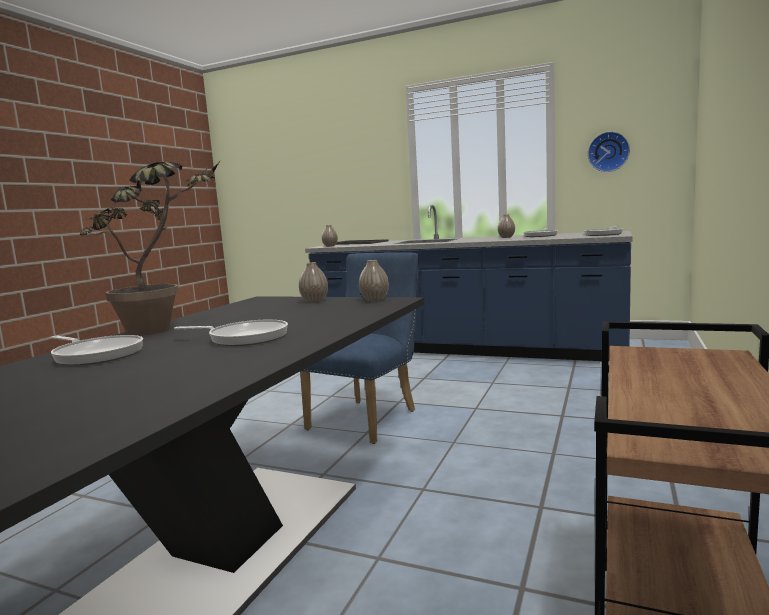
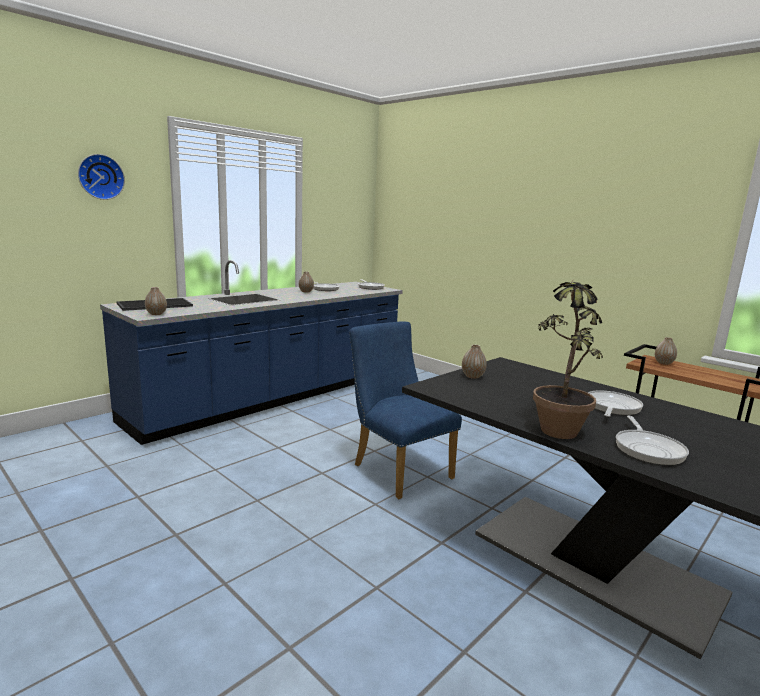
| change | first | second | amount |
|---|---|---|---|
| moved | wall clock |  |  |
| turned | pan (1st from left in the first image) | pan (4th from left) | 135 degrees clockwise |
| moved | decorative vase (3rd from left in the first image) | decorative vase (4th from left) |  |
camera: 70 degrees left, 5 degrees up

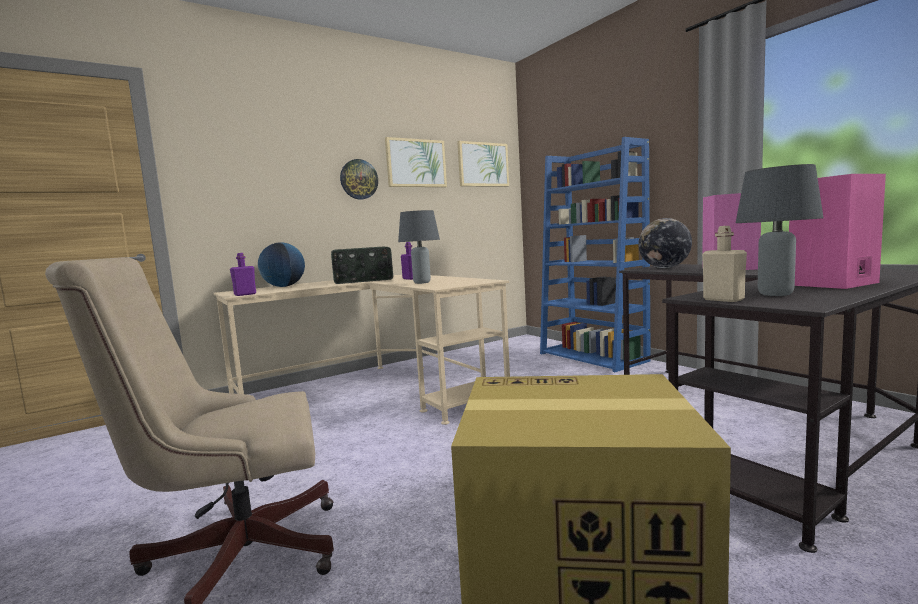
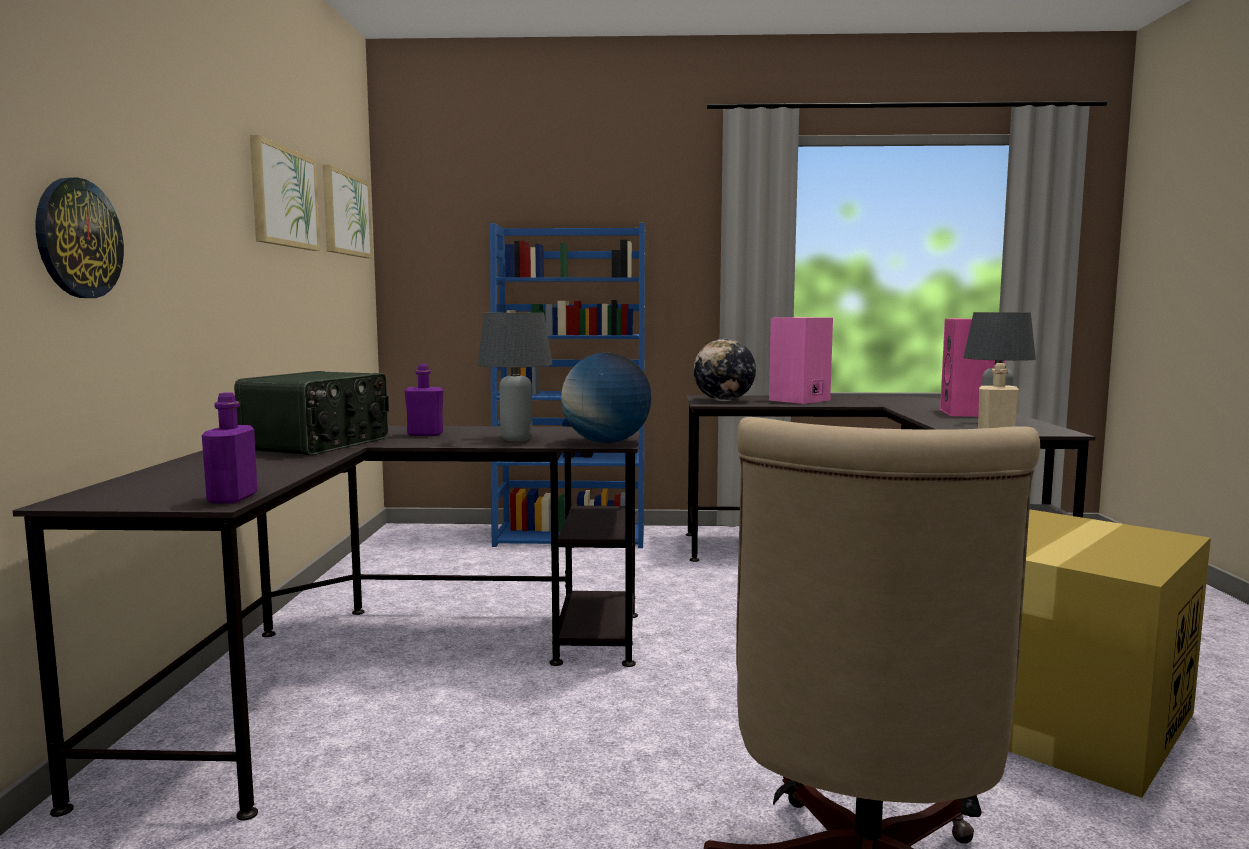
| change | first | second | amount |
|---|---|---|---|
| recoloured | beige-coloured desk | black-coloured desk (1st from left) |  |
| moved | wall clock |  |  |
| moved | world globe (1st from left) |  |  |
camera: 55 degrees left, 0 degrees up

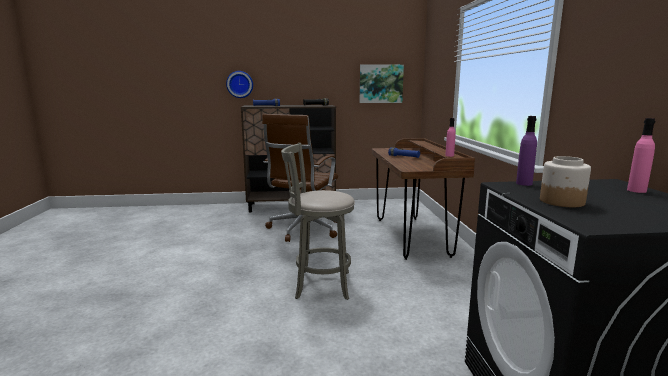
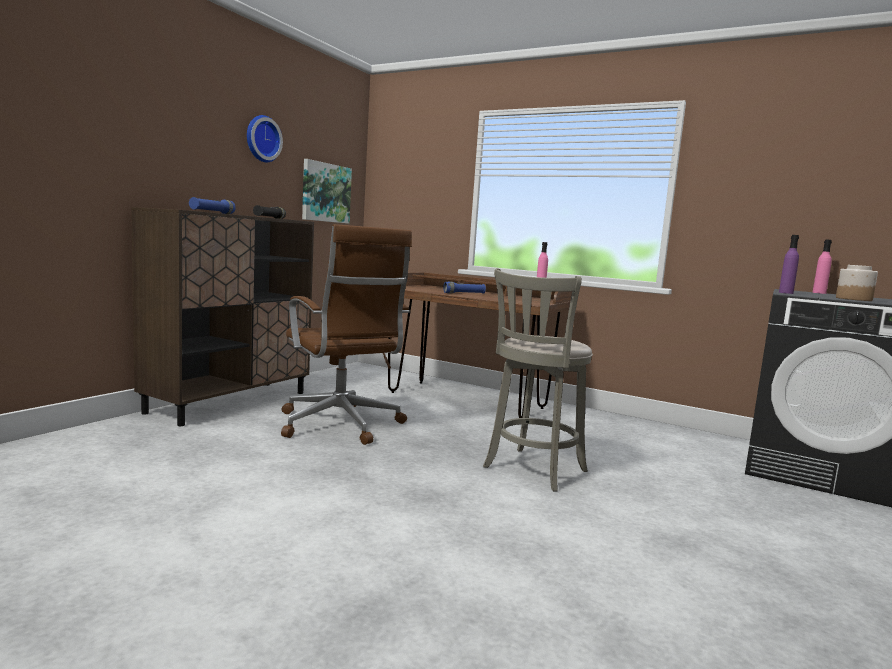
| change | first | second | amount |
|---|---|---|---|
| moved | wall clock |  |  |
camera: 55 degrees left, 5 degrees down

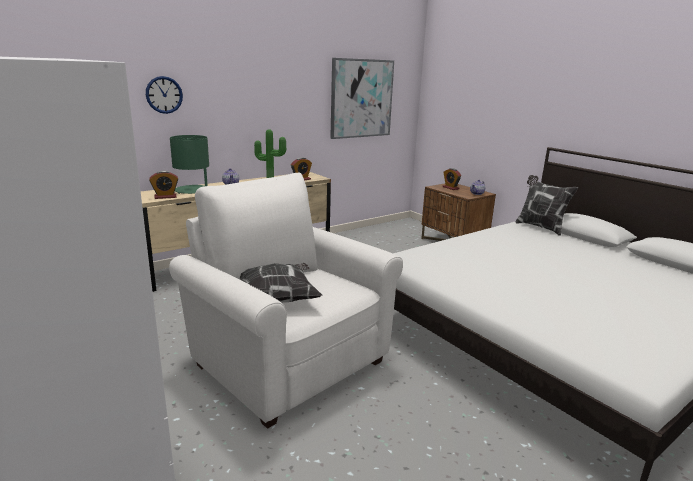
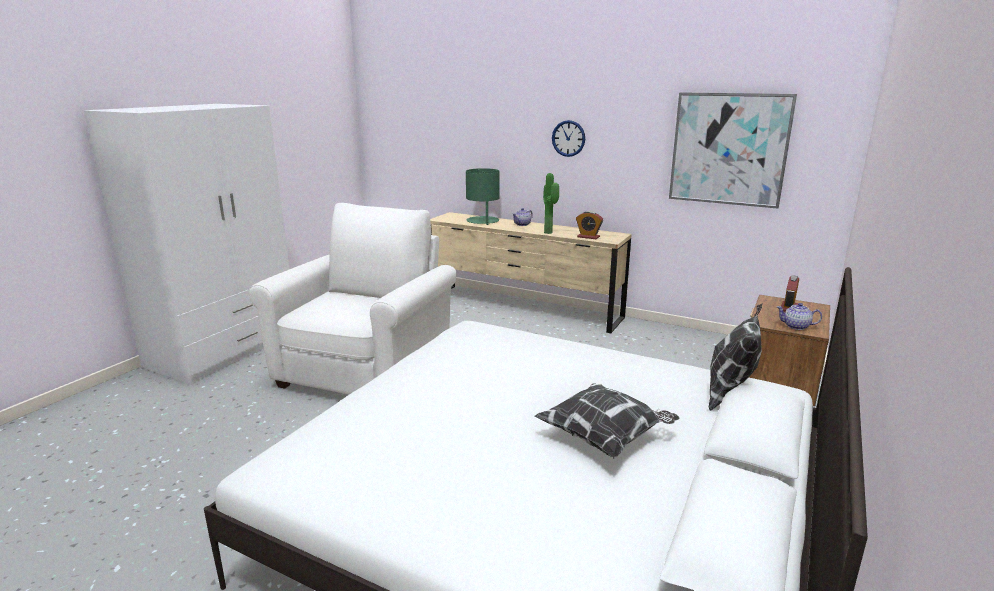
| change | first | second | amount |
|---|---|---|---|
| moved | pillow (1st from left) |  |  |
| moved | wall clock |  |  |
| removed | table clock (1st from left) |  |  |
camera: 65 degrees right, 0 degrees up

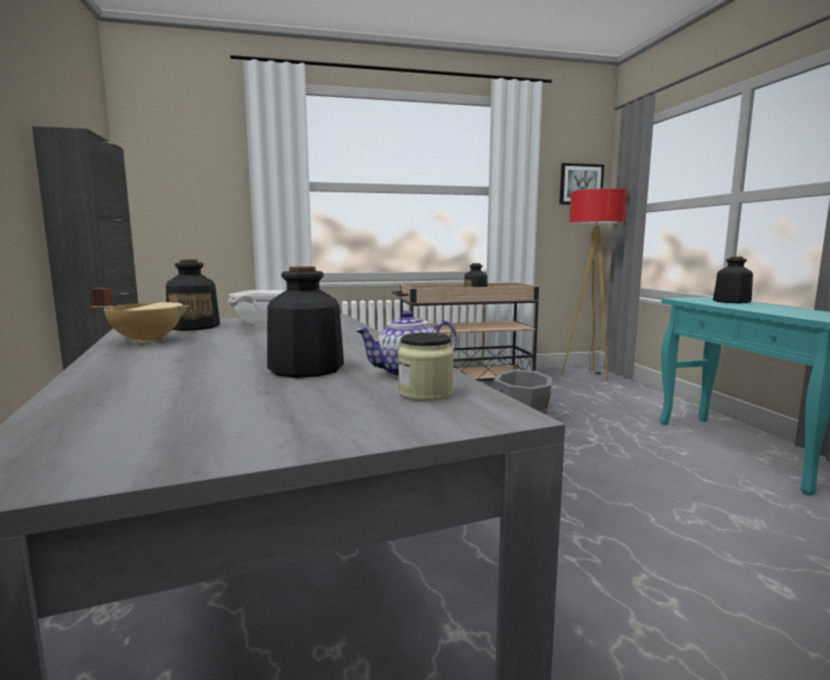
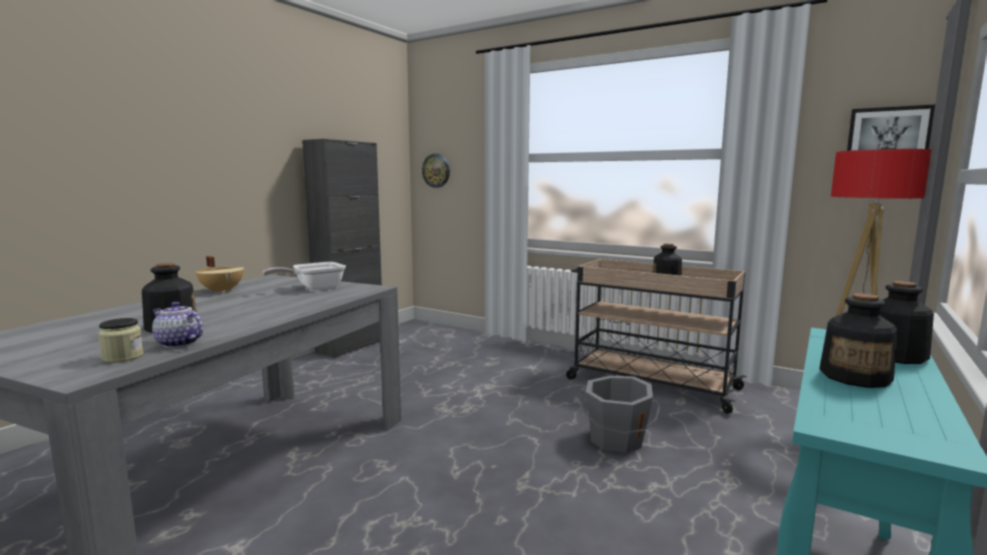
| change | first | second | amount |
|---|---|---|---|
| added |  | wall clock |  |
| moved | drink bottle (1st from left in the first image) | drink bottle (3rd from left) |  |
camera: 45 degrees right, 0 degrees up

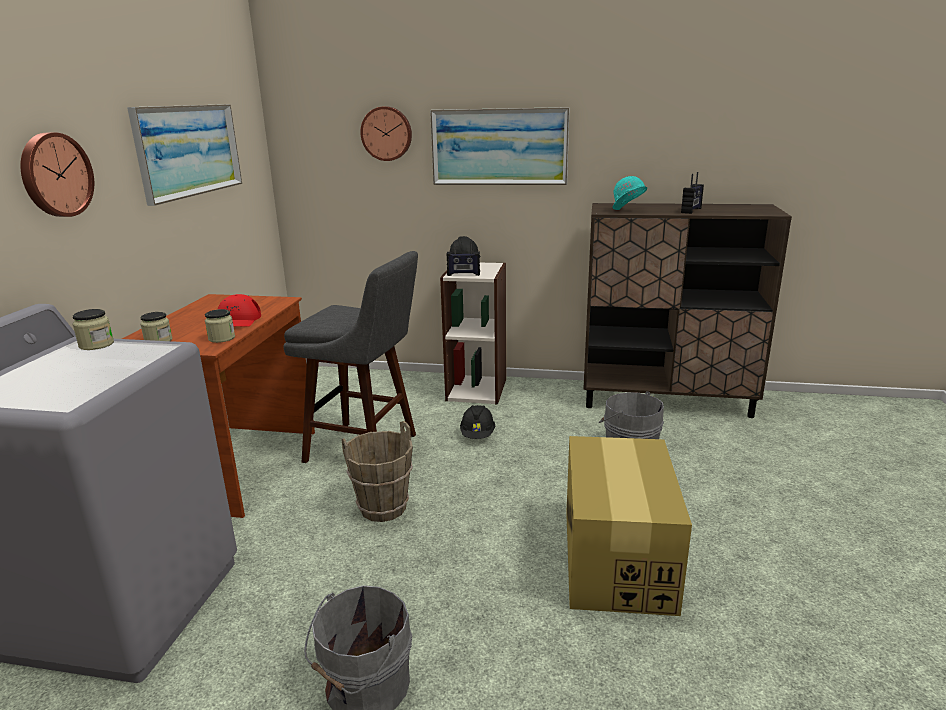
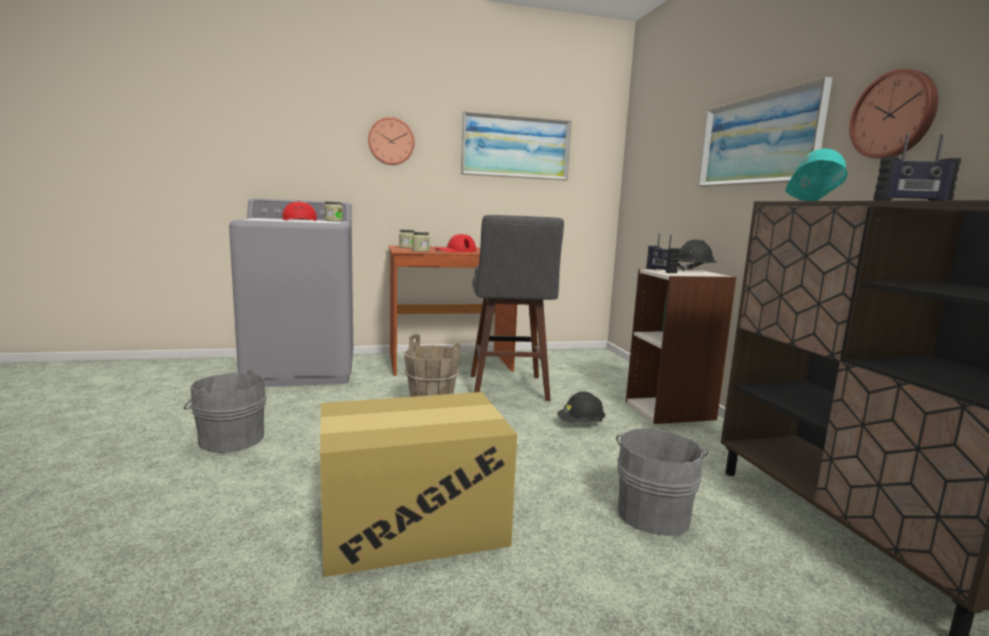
| change | first | second | amount |
|---|---|---|---|
| added |  | red cap (1st from left) |  |
| moved | wall clock (2nd from left) |  |  |
camera: 65 degrees right, 10 degrees down

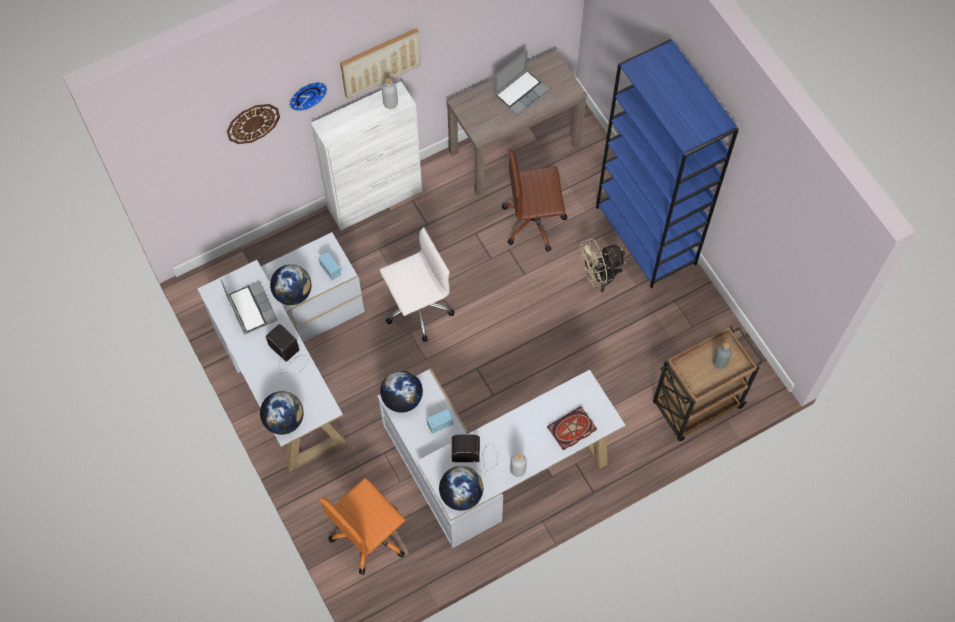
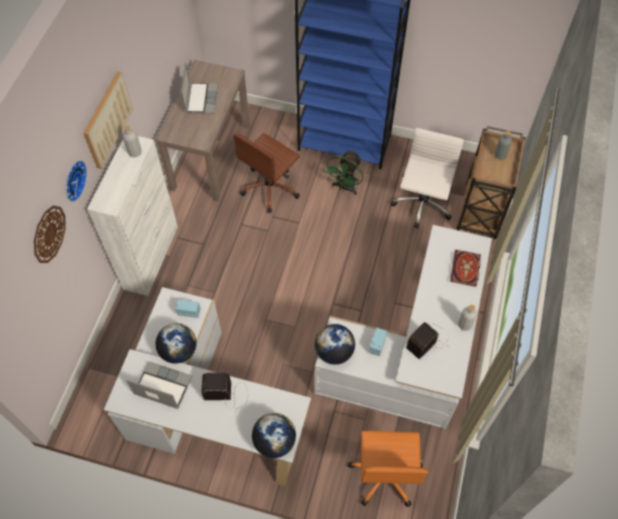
| change | first | second | amount |
|---|---|---|---|
| recoloured | beige-coloured fan | green fan |  |
| moved | white office chair |  |  |
| removed | world globe (4th from left) |  |  |
camera: 45 degrees left, 5 degrees down

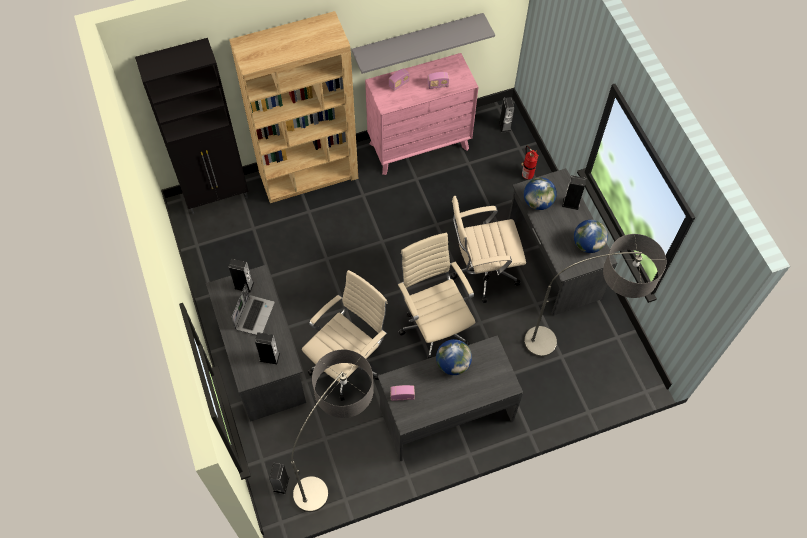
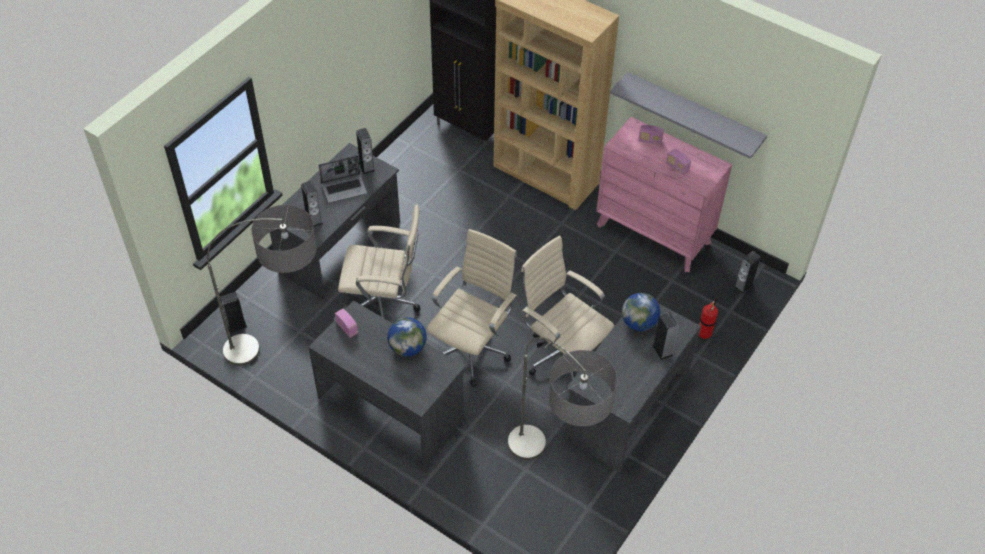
| change | first | second | amount |
|---|---|---|---|
| removed | world globe (3rd from left) |  |  |
camera: 55 degrees right, 10 degrees down

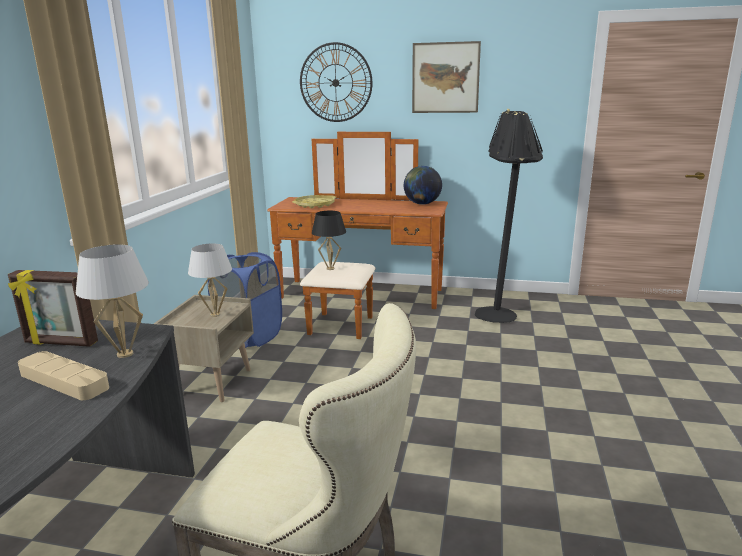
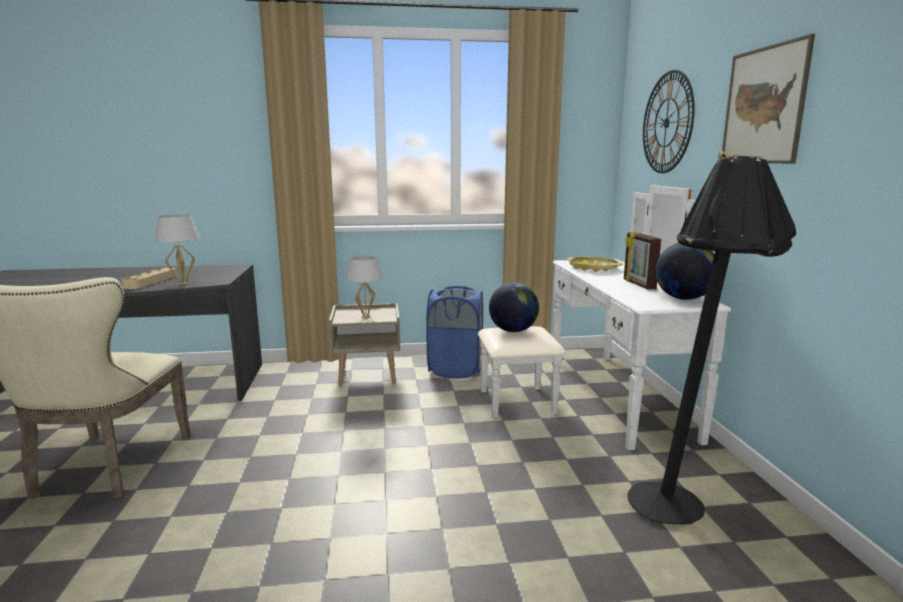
| change | first | second | amount |
|---|---|---|---|
| recoloured | brown-coloured drawer chest | white drawer chest |  |
| replaced | black-coloured table lamp | world globe (1st from left) |  |
| moved | photo frame |  |  |
camera: 70 degrees right, 5 degrees down

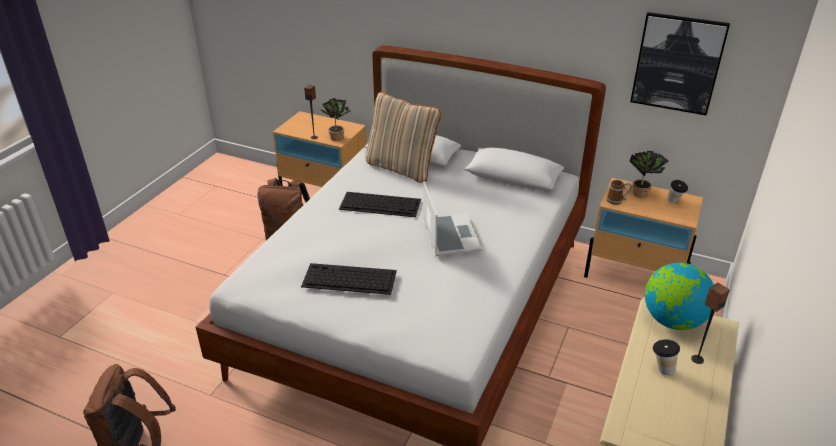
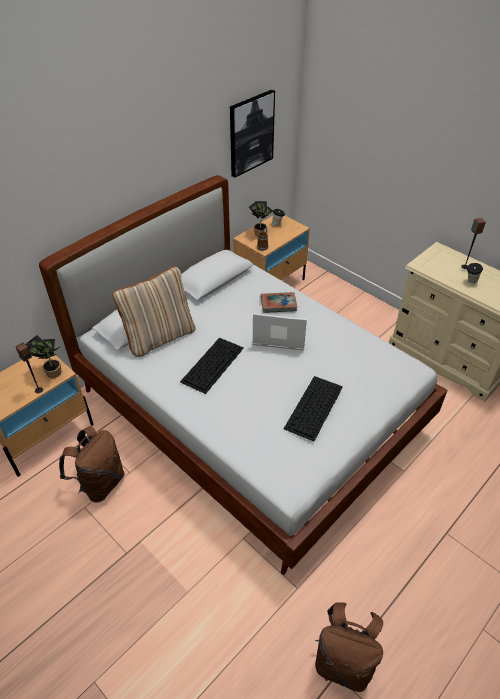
| change | first | second | amount |
|---|---|---|---|
| added |  | book |  |
| removed | world globe |  |  |
camera: 70 degrees left, 10 degrees up

